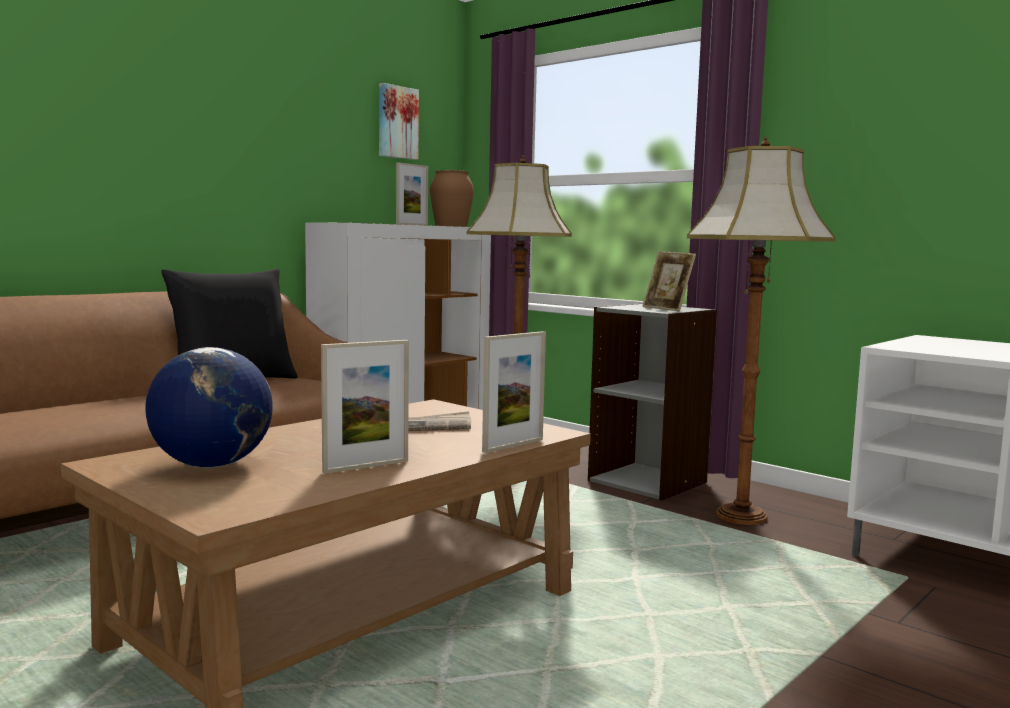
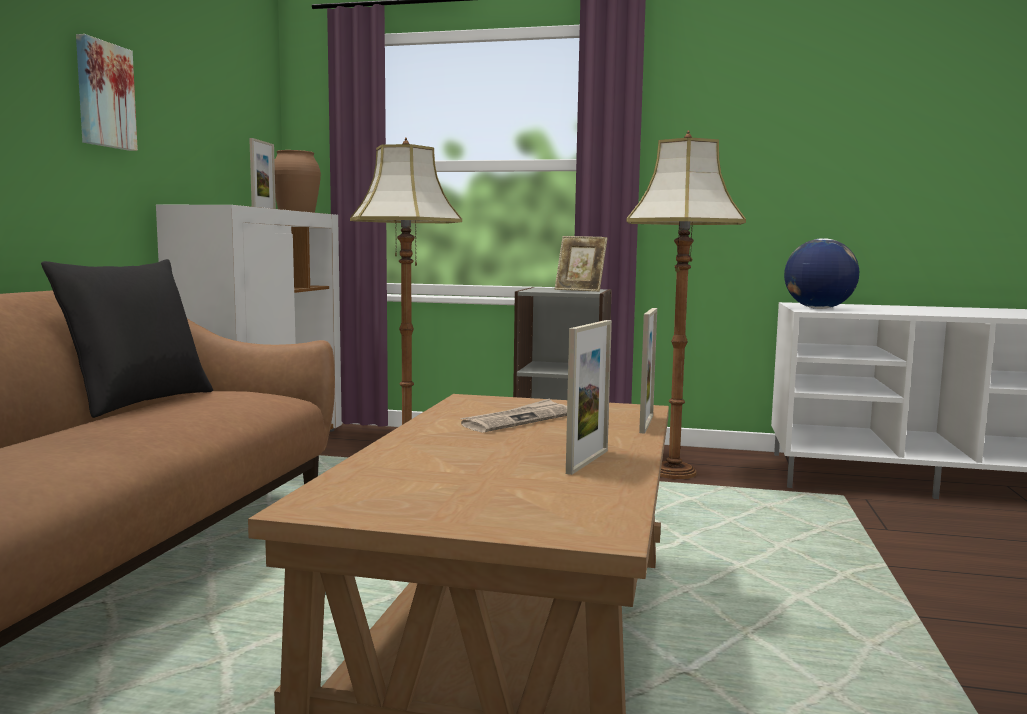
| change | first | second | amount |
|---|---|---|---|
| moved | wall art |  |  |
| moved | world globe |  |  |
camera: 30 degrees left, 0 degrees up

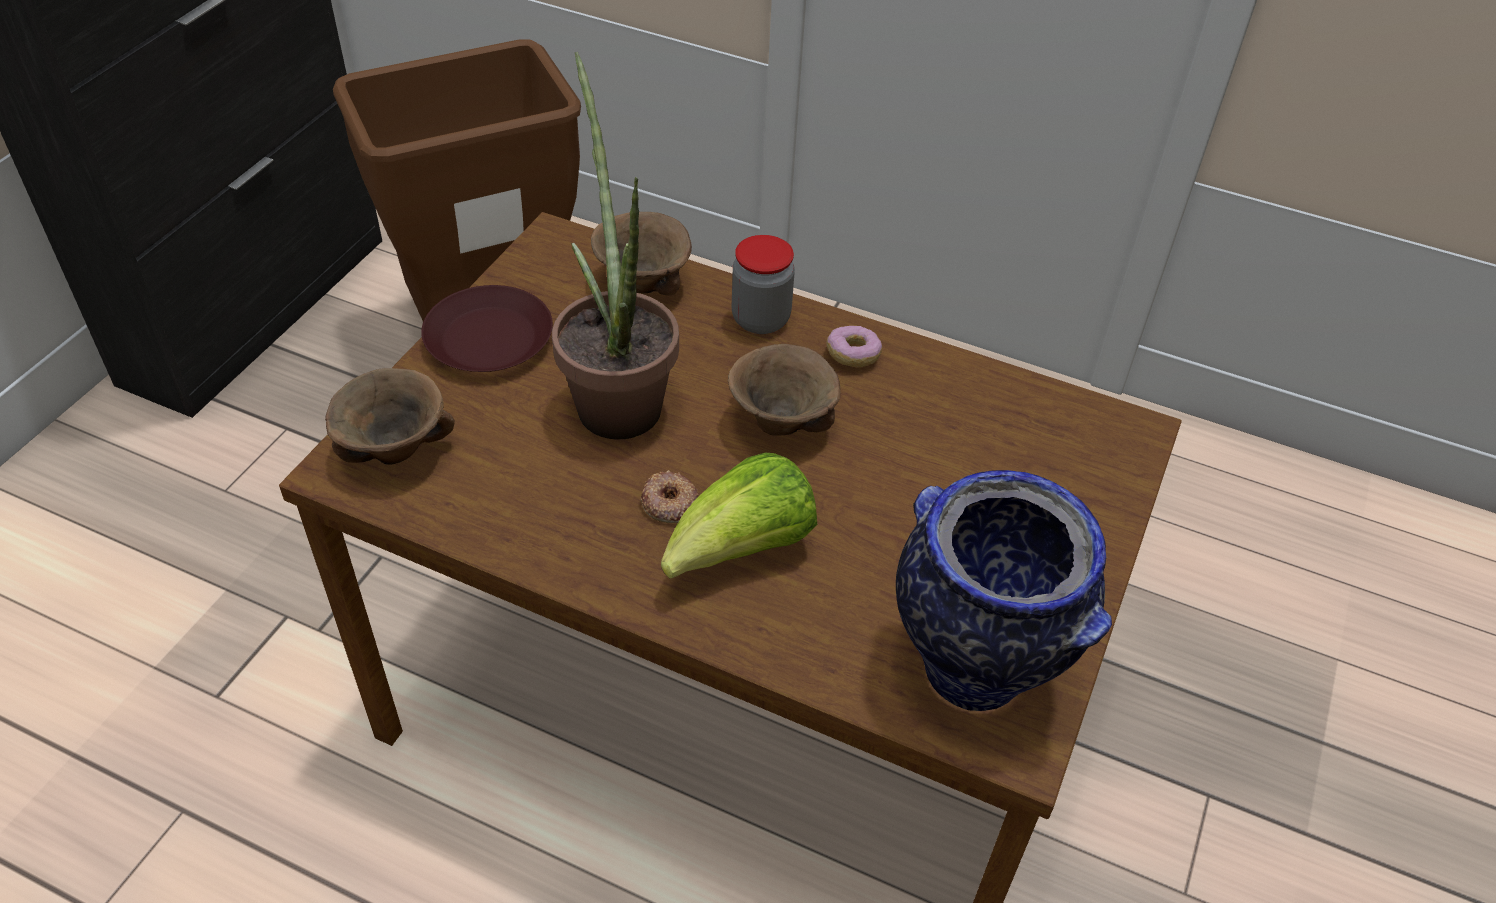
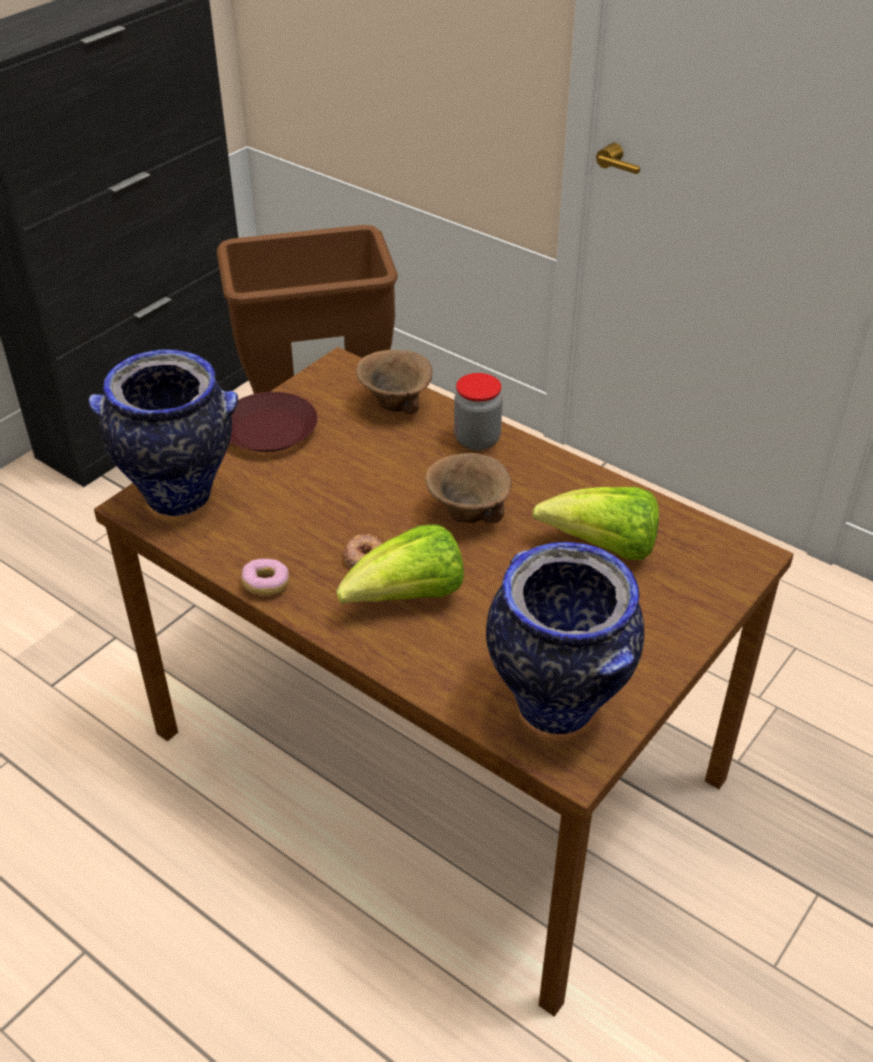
| change | first | second | amount |
|---|---|---|---|
| replaced | brown-coloured serving bowl (1st from left) | decorative vase (1st from left) |  |
| moved | donut (2nd from left in the first image) | donut (1st from left) |  |
| added |  | lettuce (2nd from left) |  |
| removed | potted plant |  |  |
camera: 15 degrees right, 5 degrees down

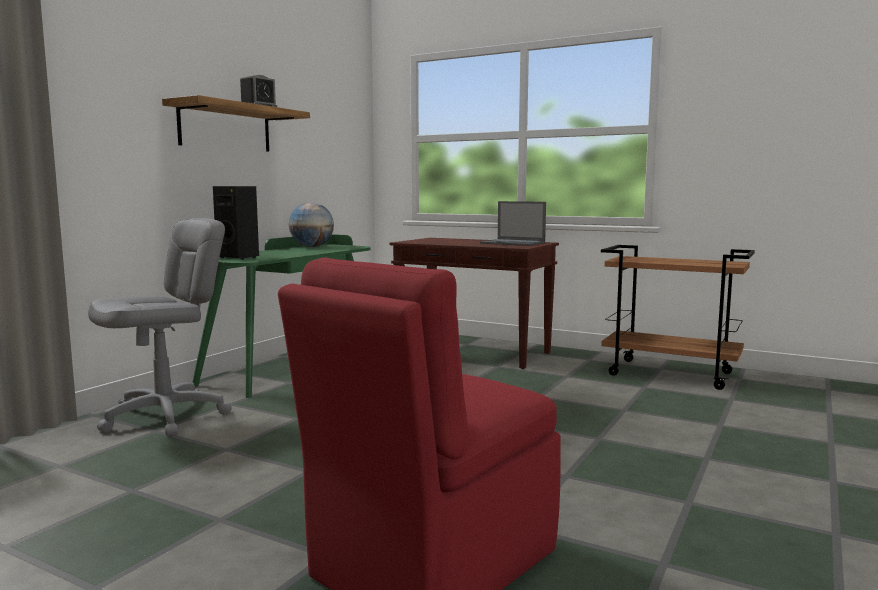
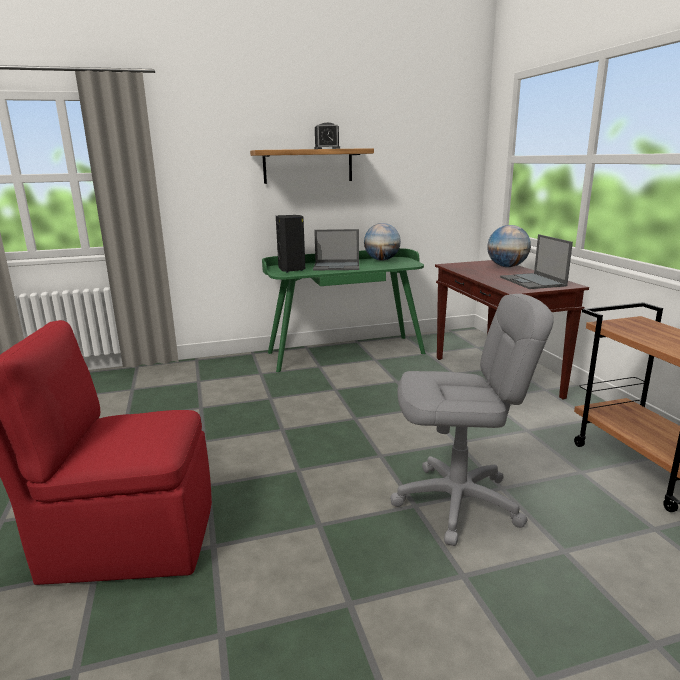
| change | first | second | amount |
|---|---|---|---|
| added |  | notebook computer (1st from left) |  |
| moved | grey office chair |  |  |
| added |  | world globe (2nd from left) |  |
camera: 45 degrees right, 10 degrees up

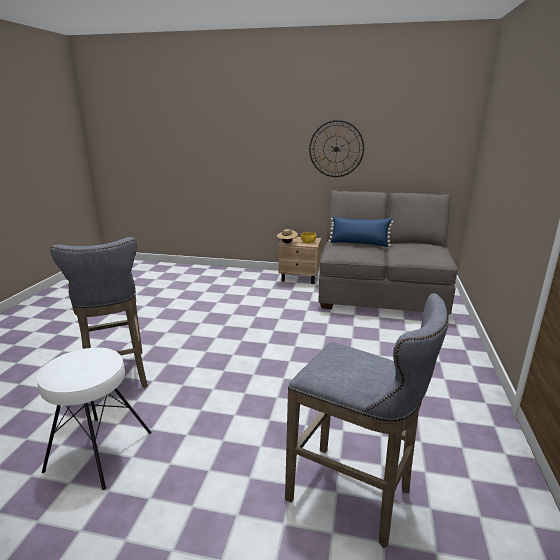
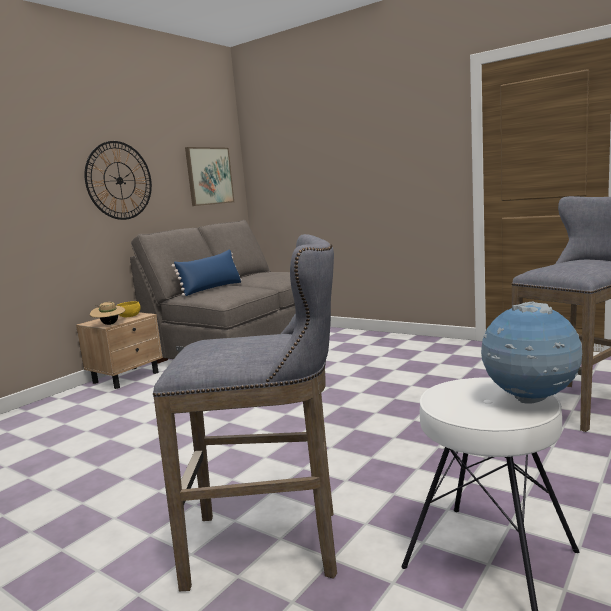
| change | first | second | amount |
|---|---|---|---|
| added |  | wall art |  |
| added |  | world globe |  |
camera: 65 degrees left, 10 degrees down

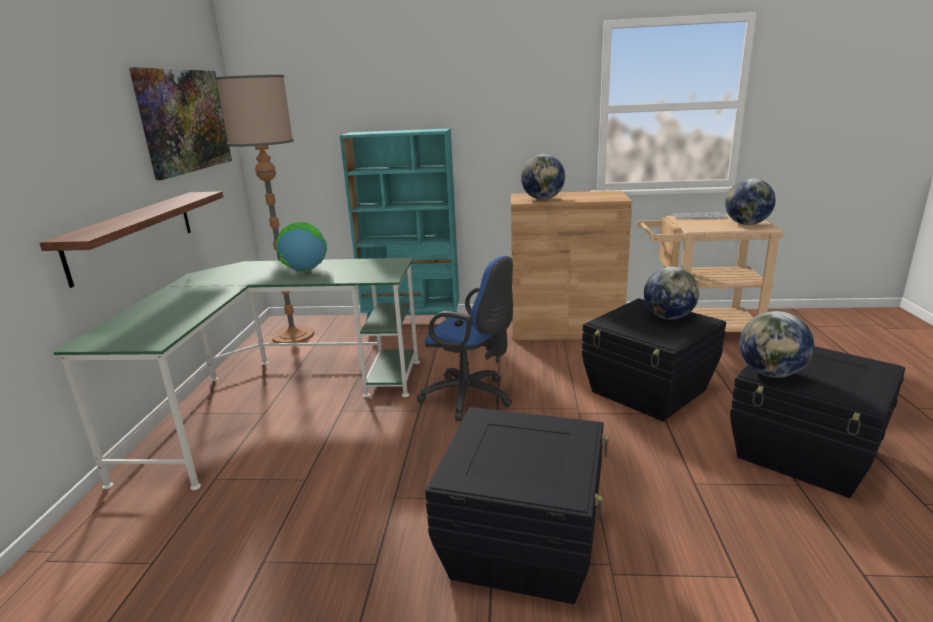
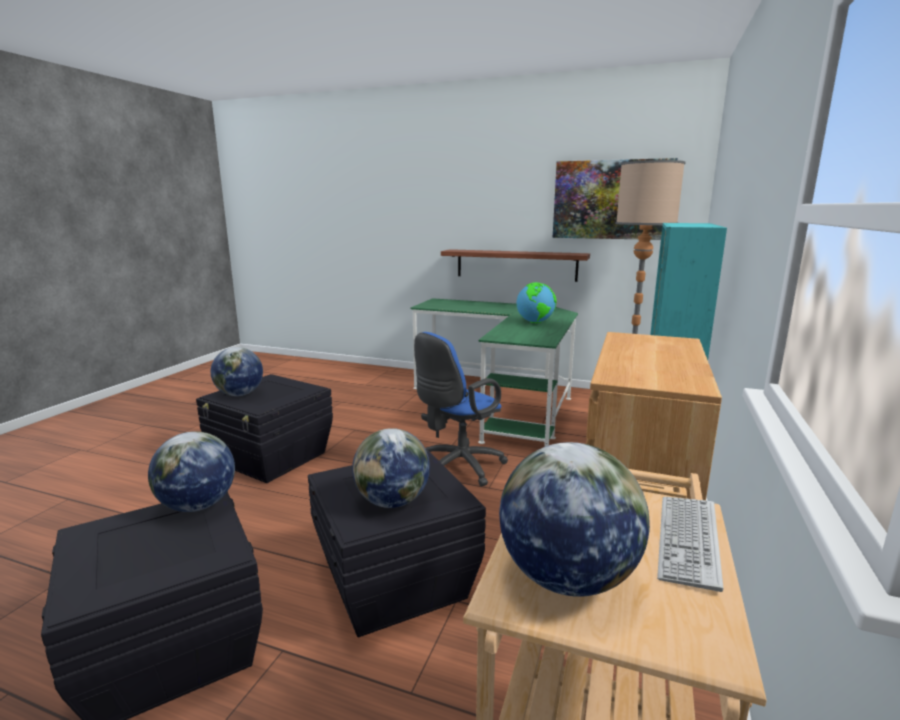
| change | first | second | amount |
|---|---|---|---|
| moved | world globe (2nd from left) |  |  |
camera: 105 degrees right, 5 degrees down

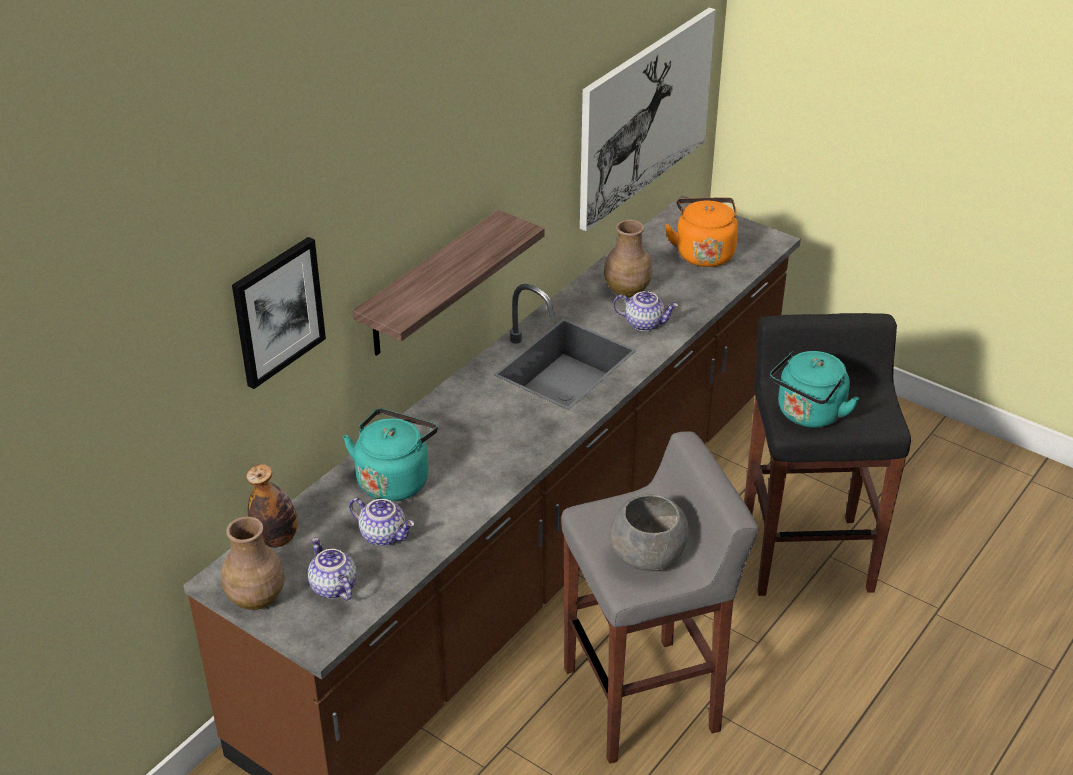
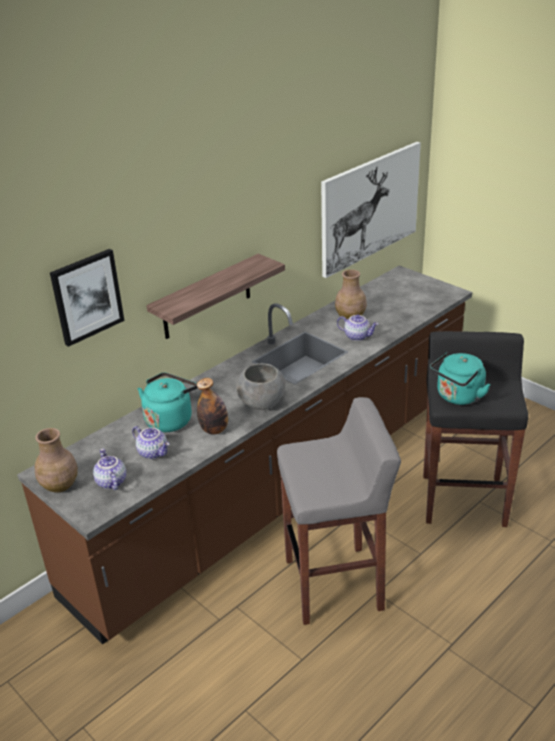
| change | first | second | amount |
|---|---|---|---|
| moved | drink bottle |  |  |
| moved | grey serving bowl |  |  |
| removed | orange tea kettle |  |  |
camera: 10 degrees right, 5 degrees down

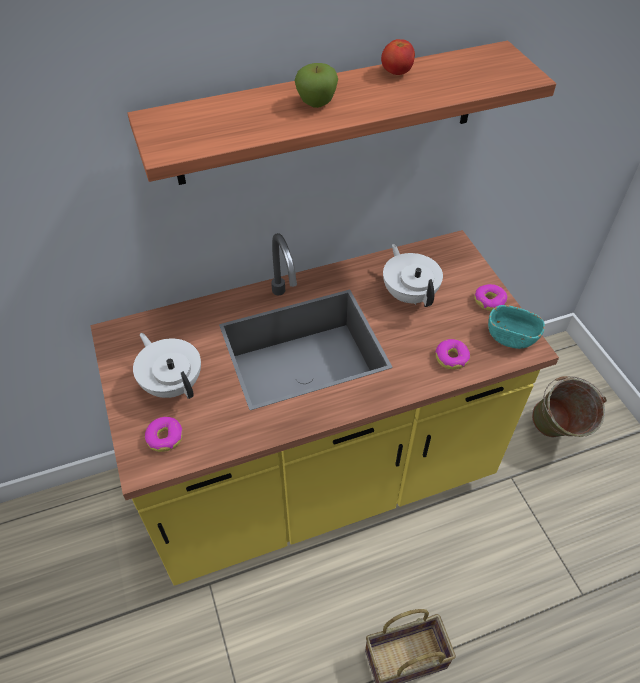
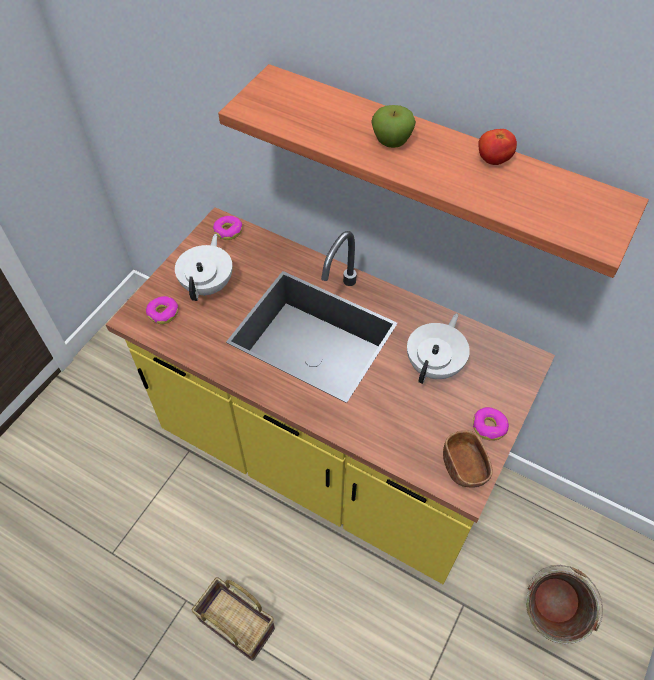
| change | first | second | amount |
|---|---|---|---|
| moved | donut (2nd from left) |  |  |
| recoloured | turquoise serving bowl | brown-coloured serving bowl |  |
camera: 50 degrees right, 5 degrees up

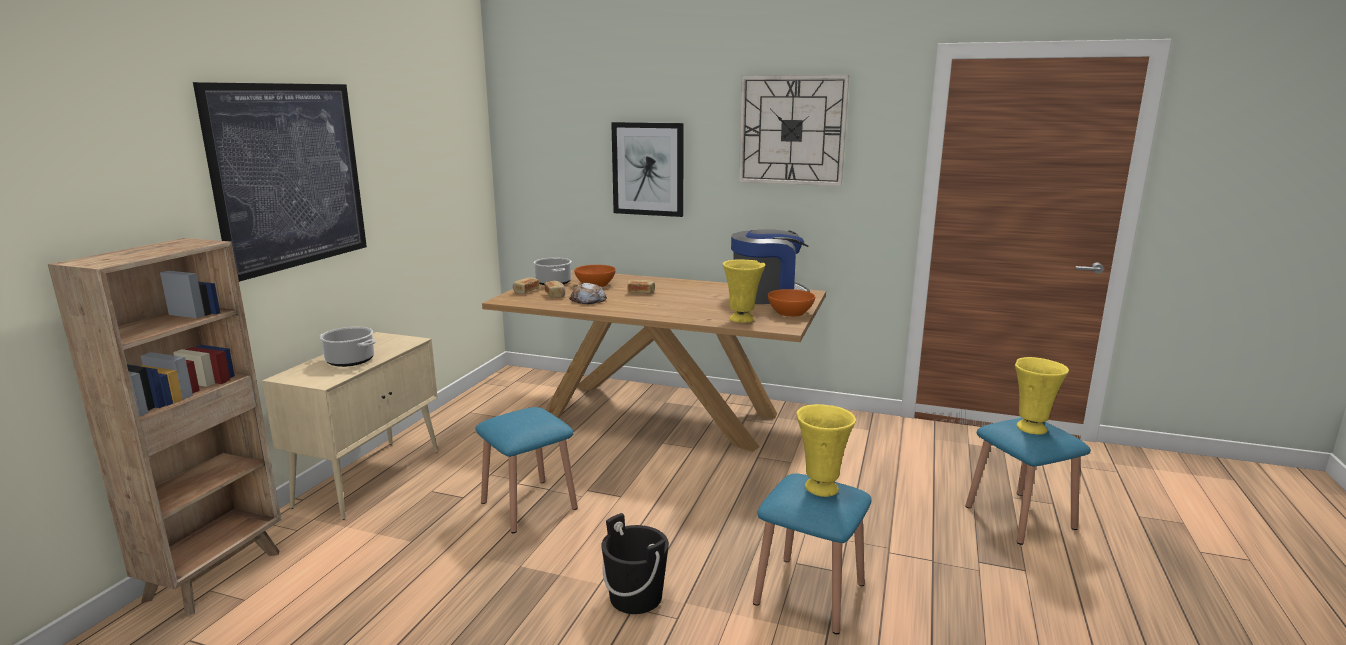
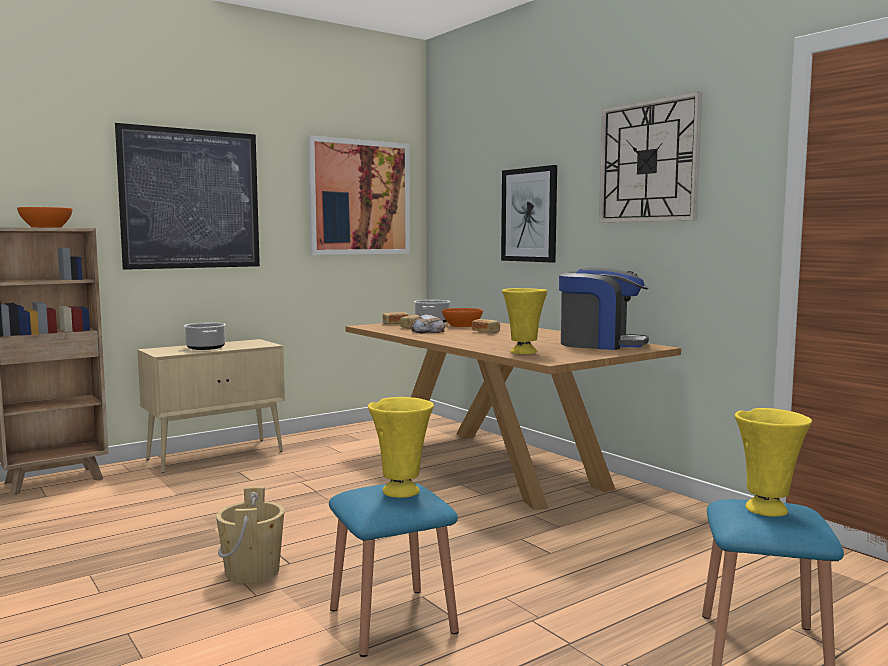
| change | first | second | amount |
|---|---|---|---|
| moved | orange serving bowl (2nd from left in the first image) | orange serving bowl (1st from left) |  |
| recoloured | black-coloured bucket | beige-coloured bucket |  |
| added |  | wall art (2nd from left) |  |
| removed | bluish stool (1st from left) |  |  |
camera: 35 degrees right, 10 degrees down

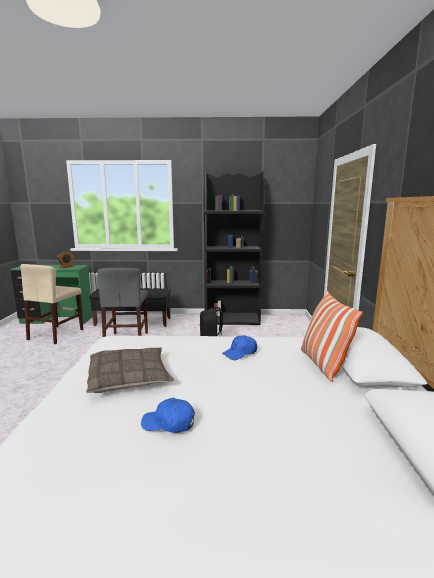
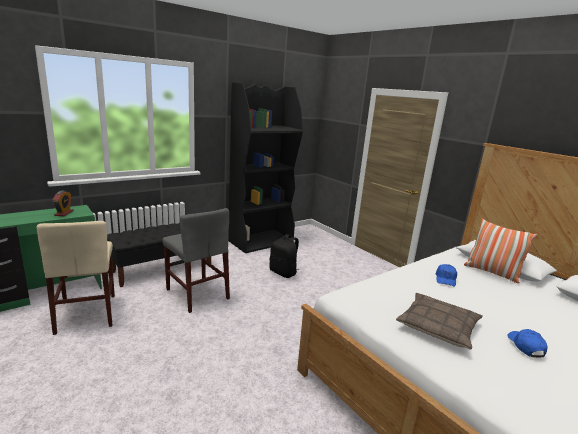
| change | first | second | amount |
|---|---|---|---|
| turned | bluish cap (1st from left in the first image) | bluish cap (2nd from left) | 120 degrees clockwise |
camera: 40 degrees left, 5 degrees up

